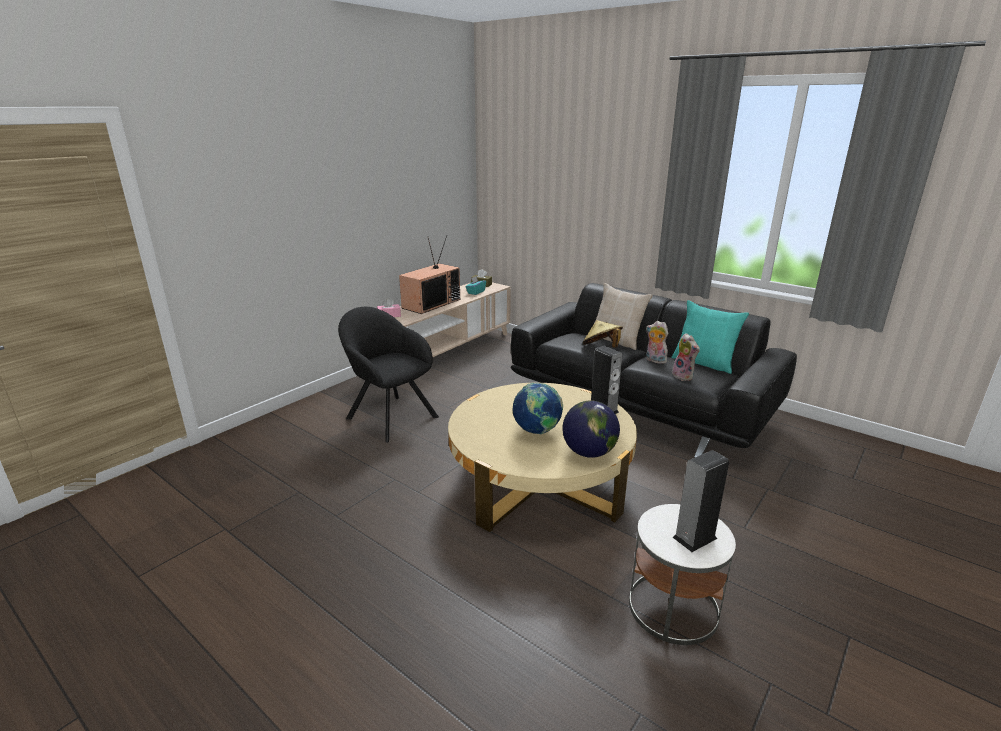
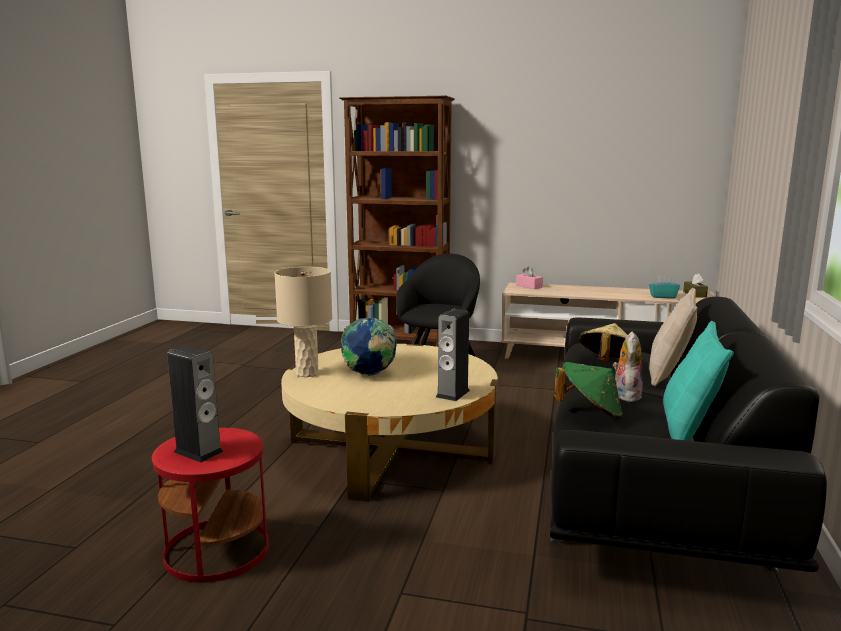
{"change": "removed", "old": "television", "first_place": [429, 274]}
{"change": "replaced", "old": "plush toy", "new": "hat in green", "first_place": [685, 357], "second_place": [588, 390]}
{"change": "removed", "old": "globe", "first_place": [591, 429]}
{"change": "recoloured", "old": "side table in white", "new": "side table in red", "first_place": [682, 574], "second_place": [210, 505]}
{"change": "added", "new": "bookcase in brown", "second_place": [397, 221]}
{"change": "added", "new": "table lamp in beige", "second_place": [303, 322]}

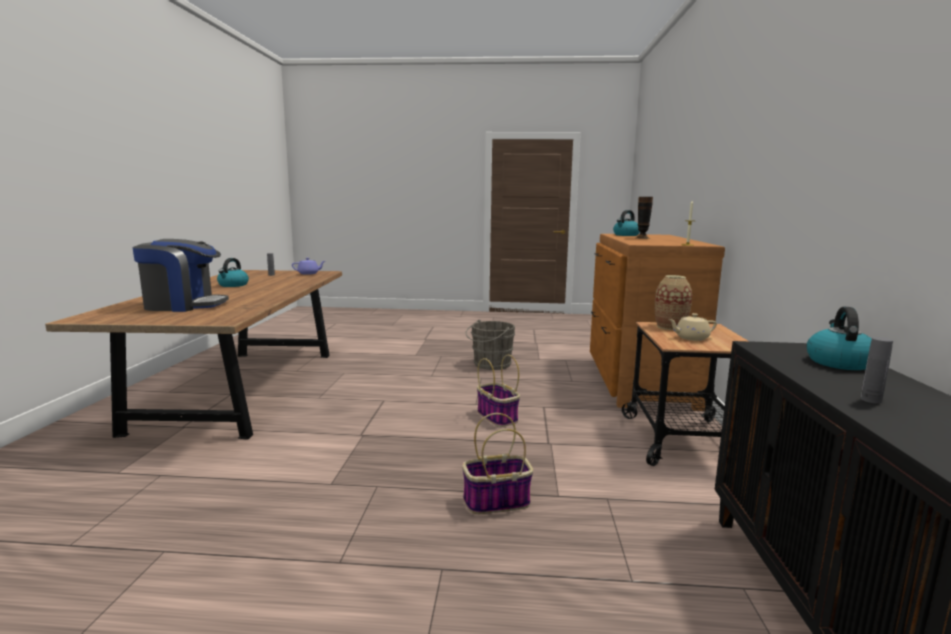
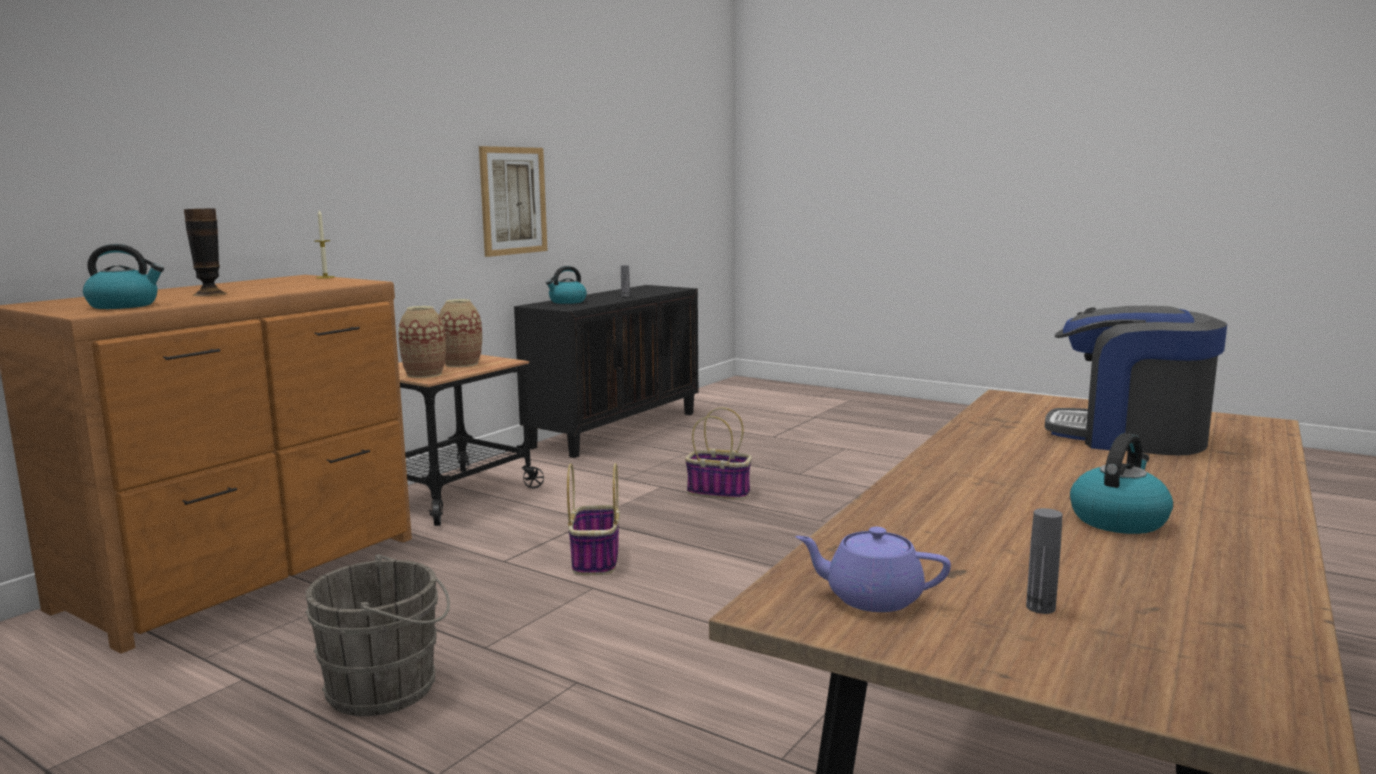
{"change": "replaced", "old": "teapot in beige", "new": "vase", "first_place": [692, 327], "second_place": [460, 333]}
{"change": "added", "new": "picture", "second_place": [513, 201]}

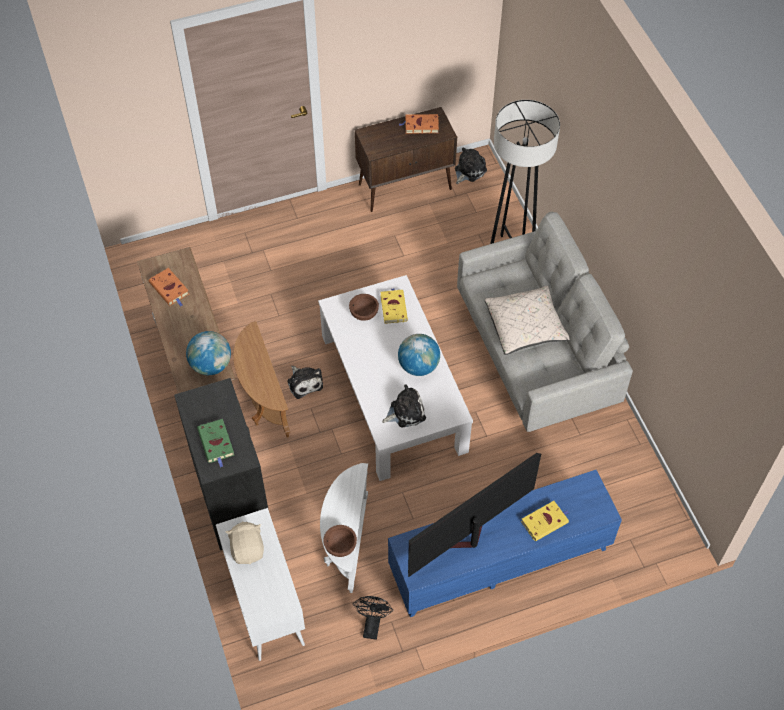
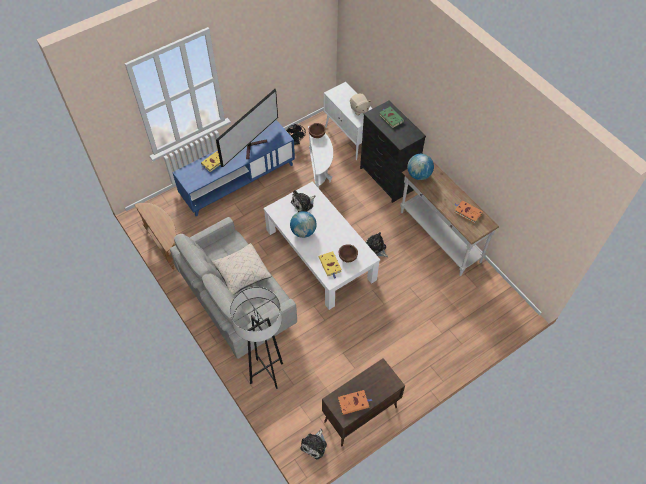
{"change": "moved", "old": "side table in brown", "first_place": [261, 379], "second_place": [155, 236]}

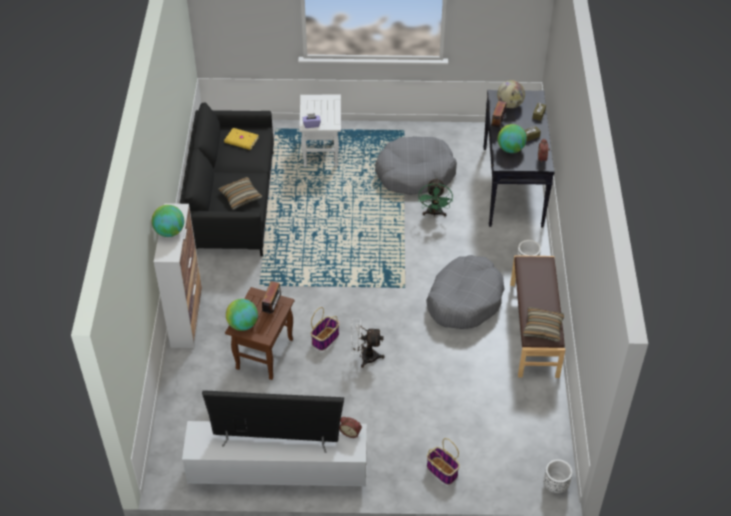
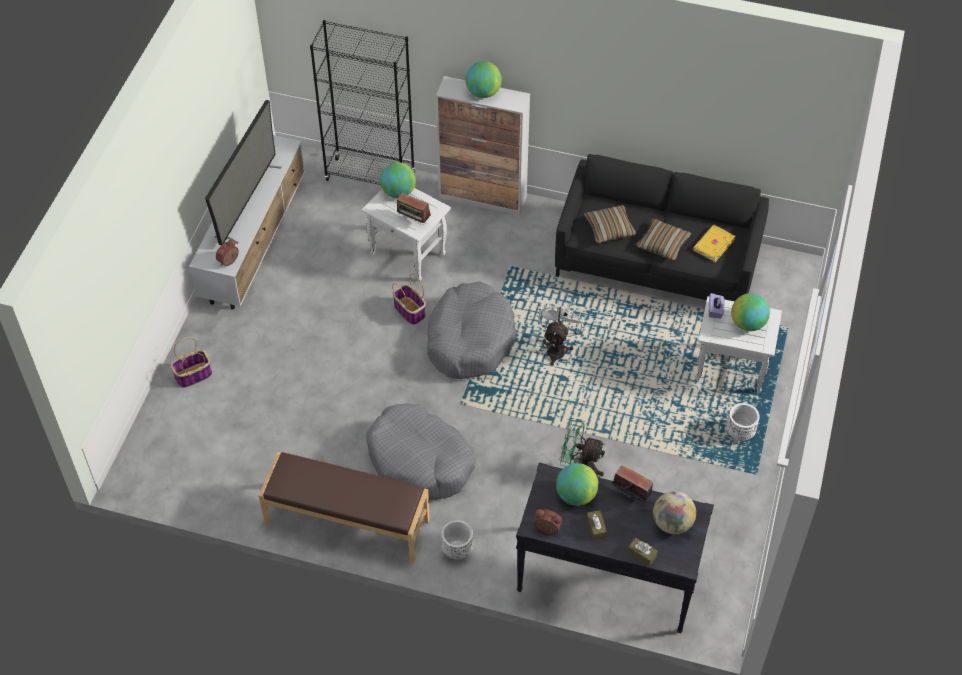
{"change": "moved", "old": "dog bed in grey", "first_place": [416, 165], "second_place": [471, 330]}
{"change": "recoloured", "old": "side table in brown", "new": "side table in white", "first_place": [260, 333], "second_place": [406, 235]}
{"change": "moved", "old": "pillow", "first_place": [543, 324], "second_place": [664, 239]}
{"change": "moved", "old": "fan in white", "first_place": [368, 344], "second_place": [561, 333]}
{"change": "moved", "old": "planter in white", "first_place": [558, 476], "second_place": [743, 422]}
{"change": "added", "new": "bookcase in black", "second_place": [362, 102]}
{"change": "added", "new": "globe", "second_place": [750, 312]}

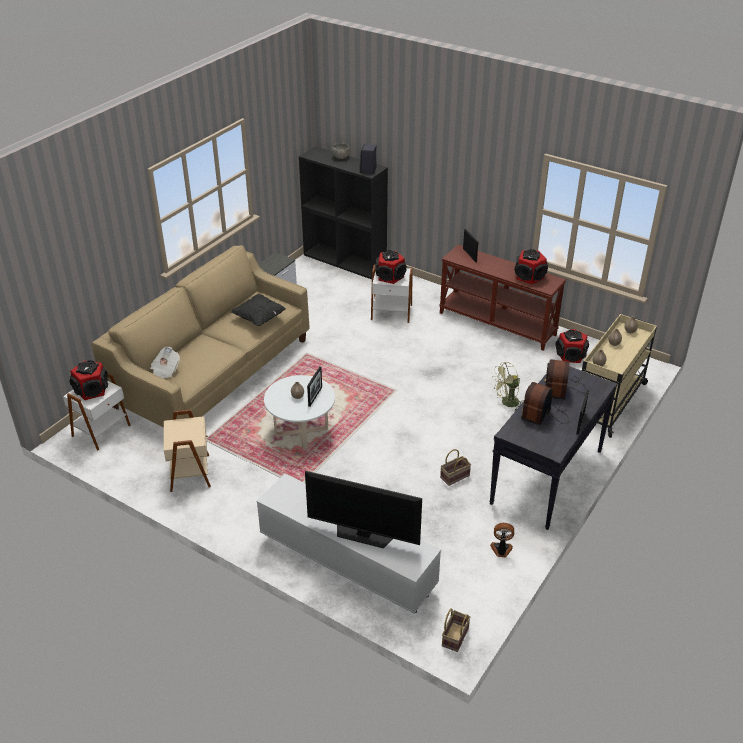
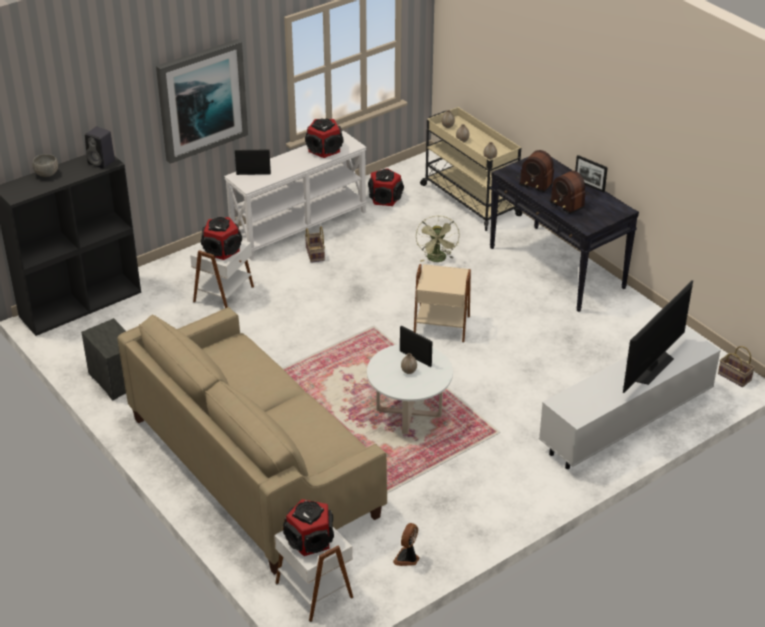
{"change": "recoloured", "old": "console table in brown", "new": "console table in white", "first_place": [502, 298], "second_place": [295, 195]}
{"change": "removed", "old": "pillow in black", "first_place": [258, 310]}
{"change": "removed", "old": "newspaper", "first_place": [165, 362]}
{"change": "moved", "old": "side table in beige", "first_place": [187, 451], "second_place": [442, 303]}
{"change": "moved", "old": "basket", "first_place": [455, 467], "second_place": [315, 244]}
{"change": "moved", "old": "fan", "first_place": [502, 540], "second_place": [406, 544]}
{"change": "added", "new": "picture", "second_place": [202, 101]}

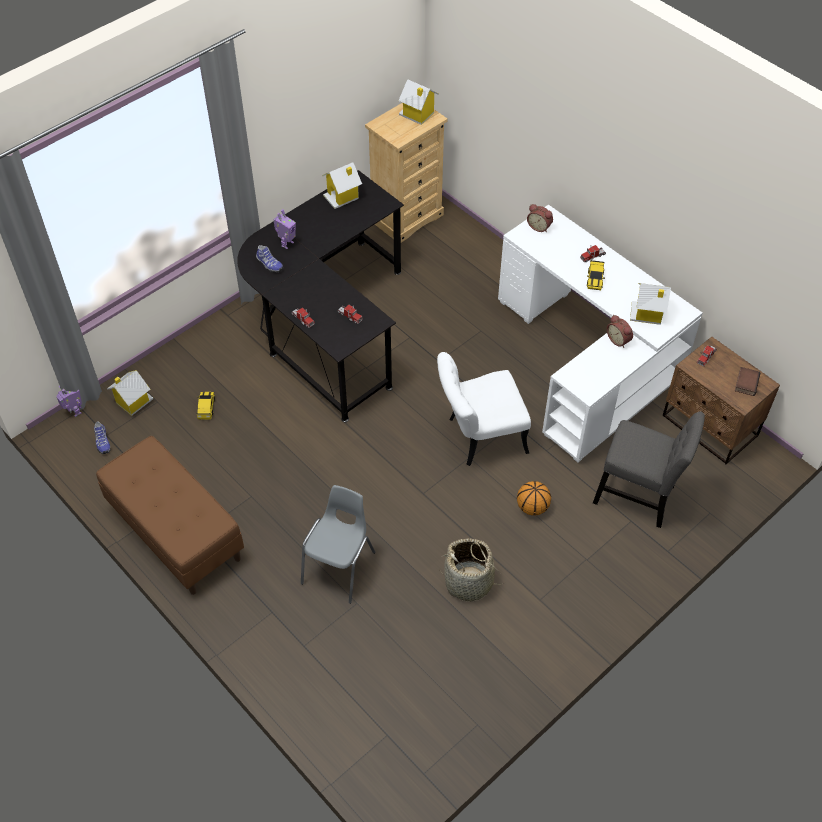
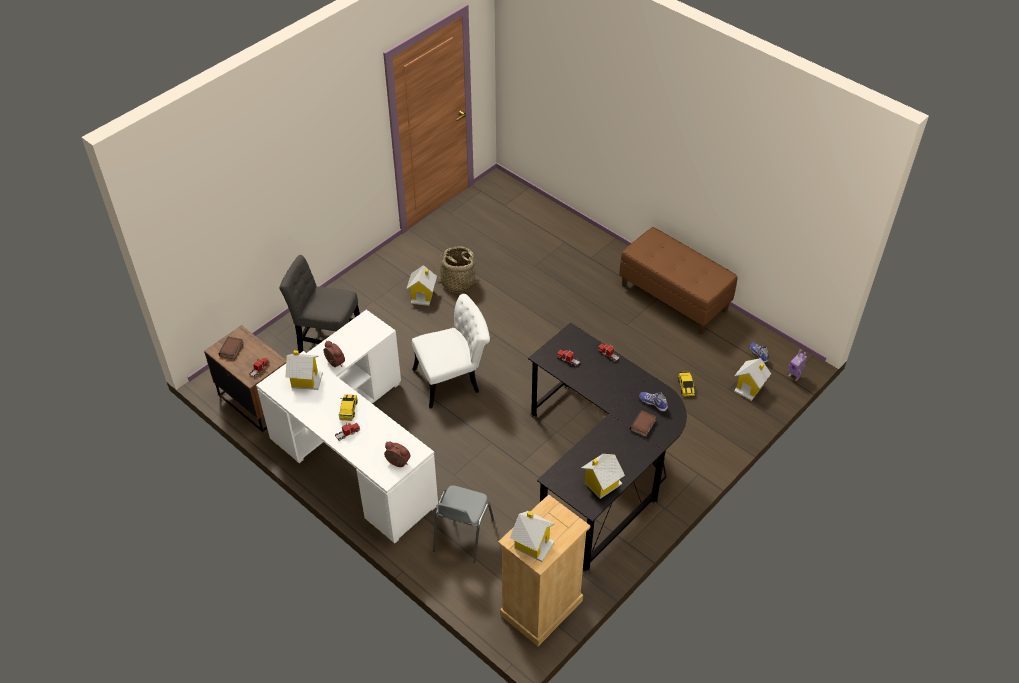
{"change": "replaced", "old": "toy robot", "new": "book", "first_place": [285, 229], "second_place": [643, 423]}
{"change": "removed", "old": "basketball", "first_place": [534, 498]}
{"change": "moved", "old": "chair in grey", "first_place": [338, 544], "second_place": [463, 524]}
{"change": "added", "new": "toy house", "second_place": [421, 285]}

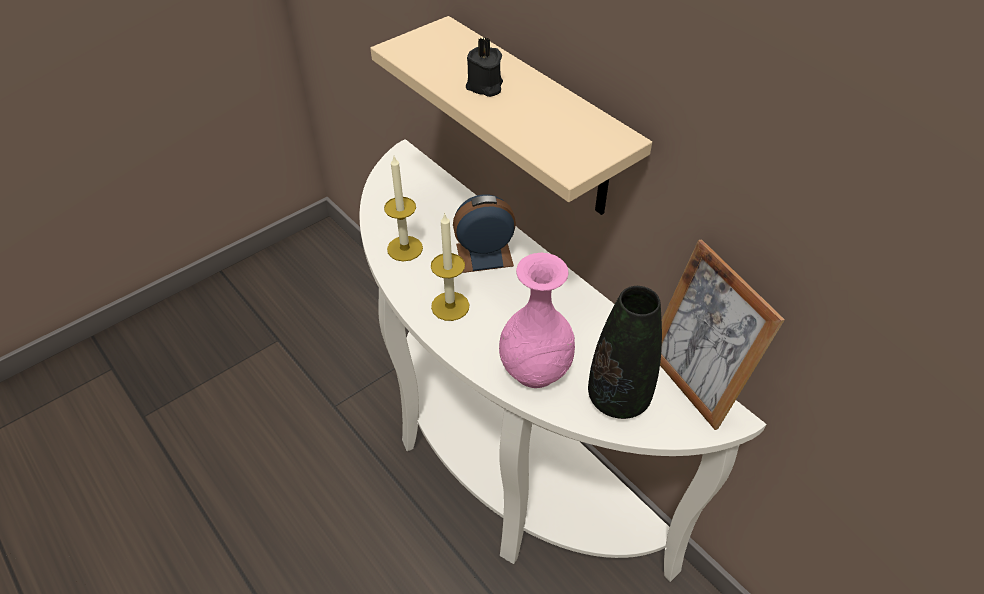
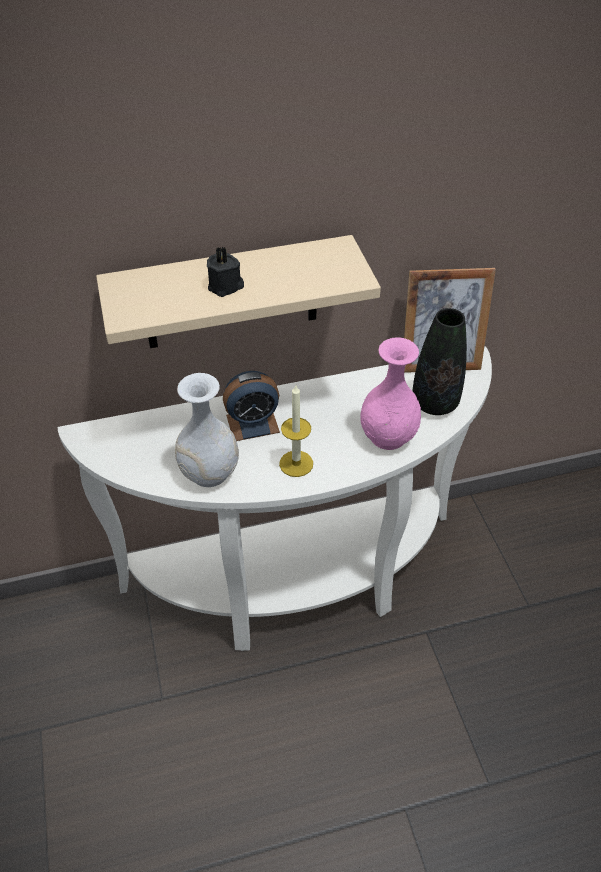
{"change": "replaced", "old": "candle", "new": "vase in white", "first_place": [403, 208], "second_place": [207, 430]}
{"change": "turned", "old": "alarm clock", "first_place": [484, 233], "second_place": [251, 406], "degrees": -120}

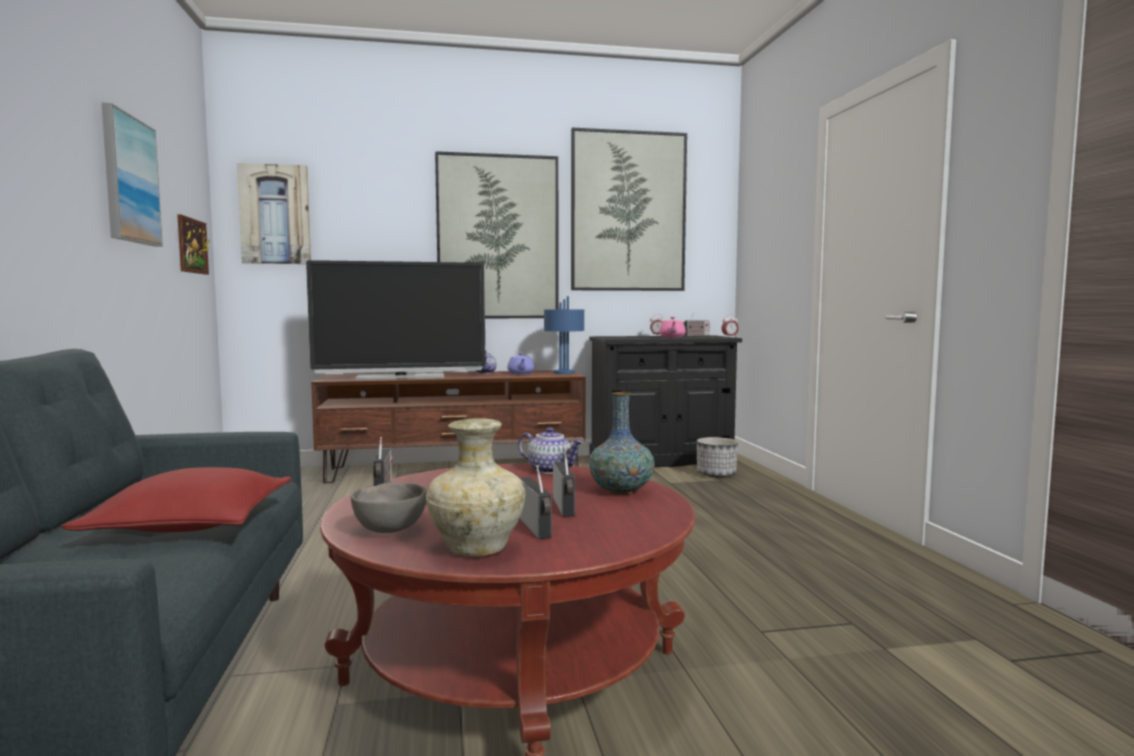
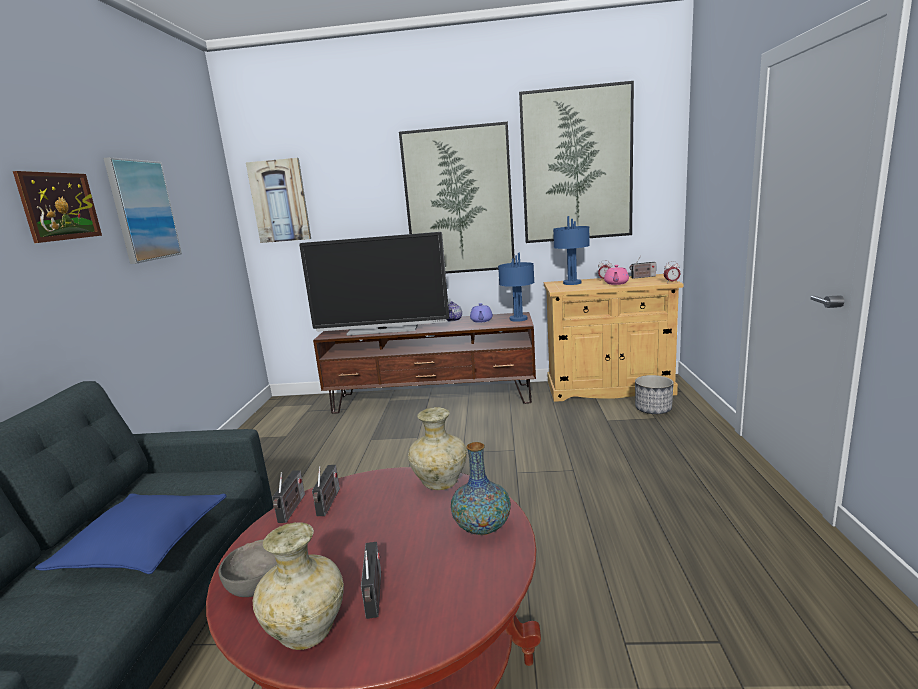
{"change": "moved", "old": "picture", "first_place": [193, 244], "second_place": [57, 207]}
{"change": "recoloured", "old": "cabinet in black", "new": "cabinet in beige", "first_place": [665, 401], "second_place": [613, 338]}
{"change": "replaced", "old": "teapot", "new": "vase in beige", "first_place": [550, 450], "second_place": [437, 448]}
{"change": "moved", "old": "radio", "first_place": [564, 483], "second_place": [326, 490]}
{"change": "recoloured", "old": "pillow in red", "new": "pillow in blue", "first_place": [177, 499], "second_place": [131, 533]}
{"change": "added", "new": "table lamp in blue", "second_place": [571, 250]}

